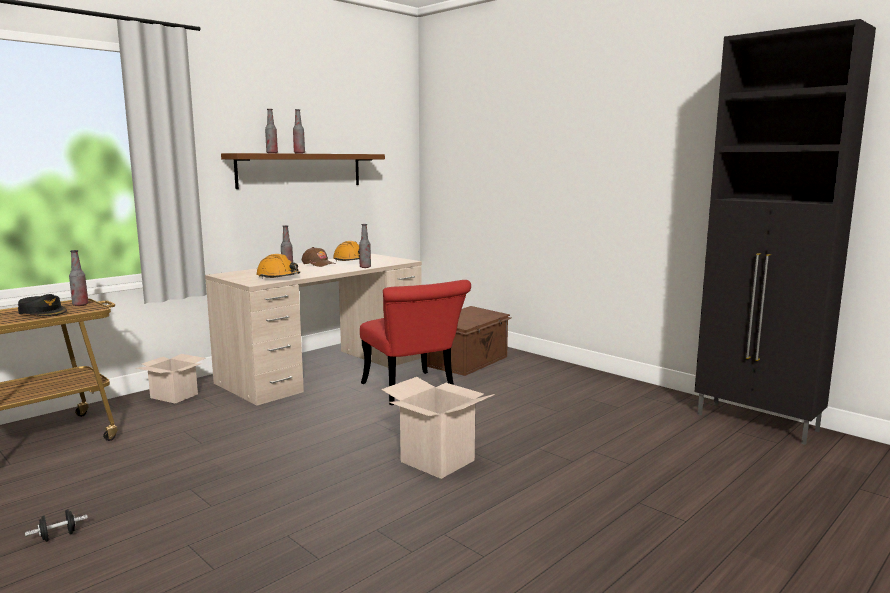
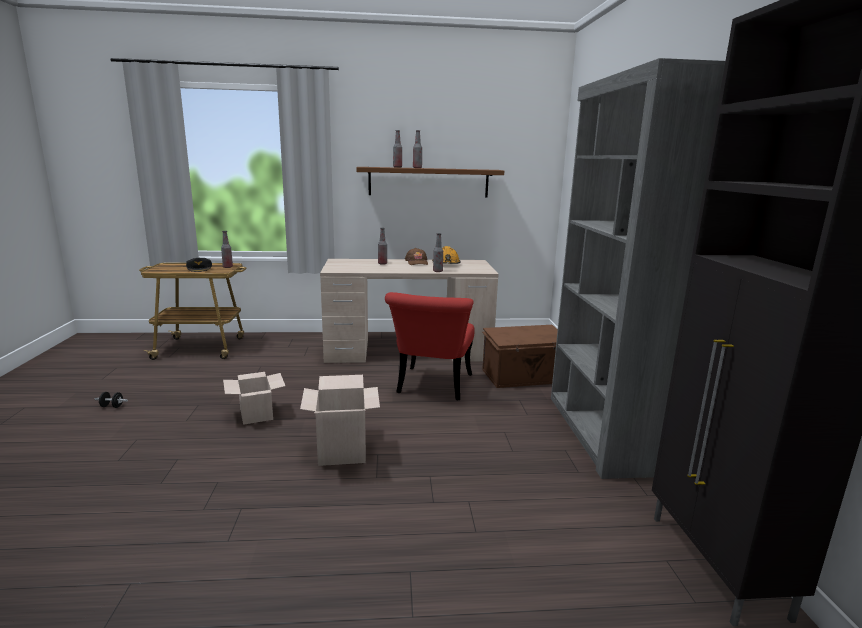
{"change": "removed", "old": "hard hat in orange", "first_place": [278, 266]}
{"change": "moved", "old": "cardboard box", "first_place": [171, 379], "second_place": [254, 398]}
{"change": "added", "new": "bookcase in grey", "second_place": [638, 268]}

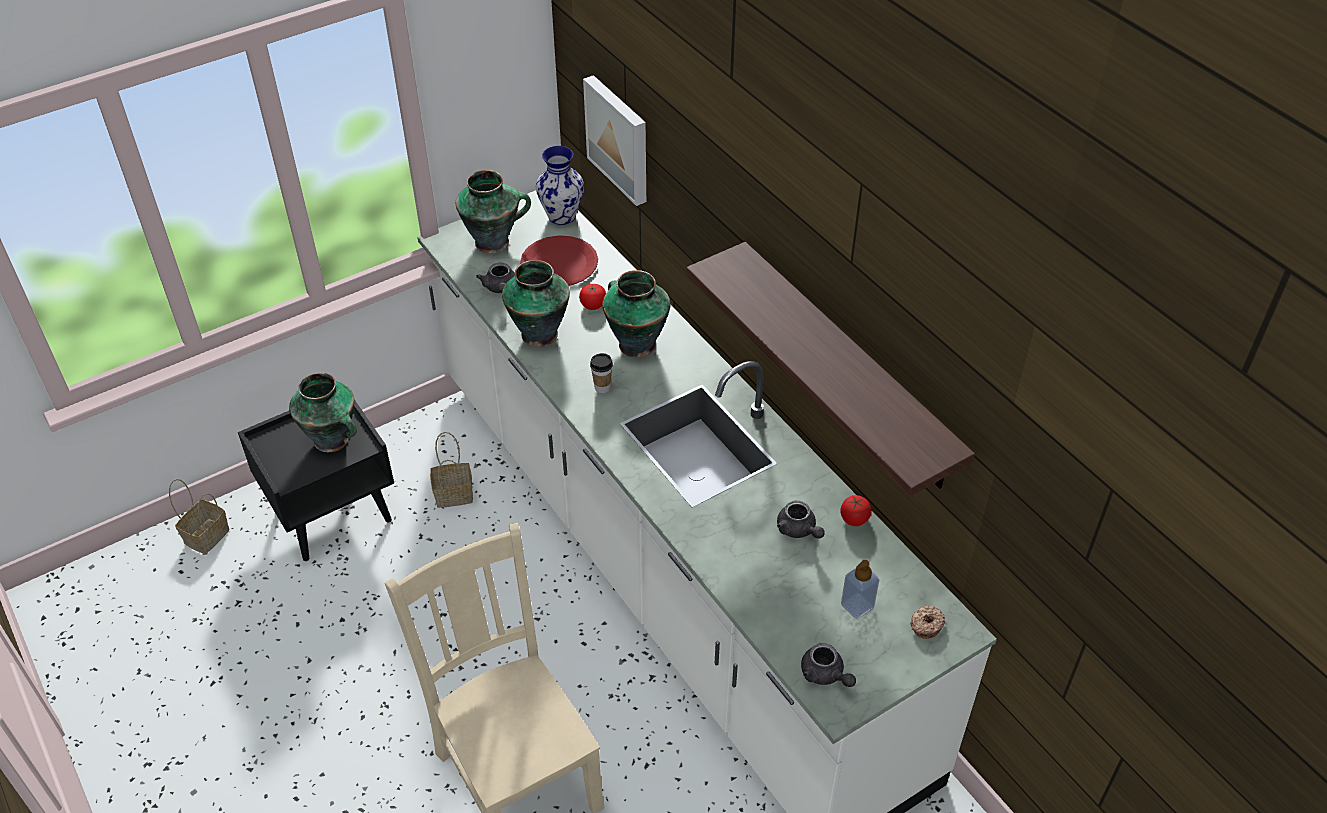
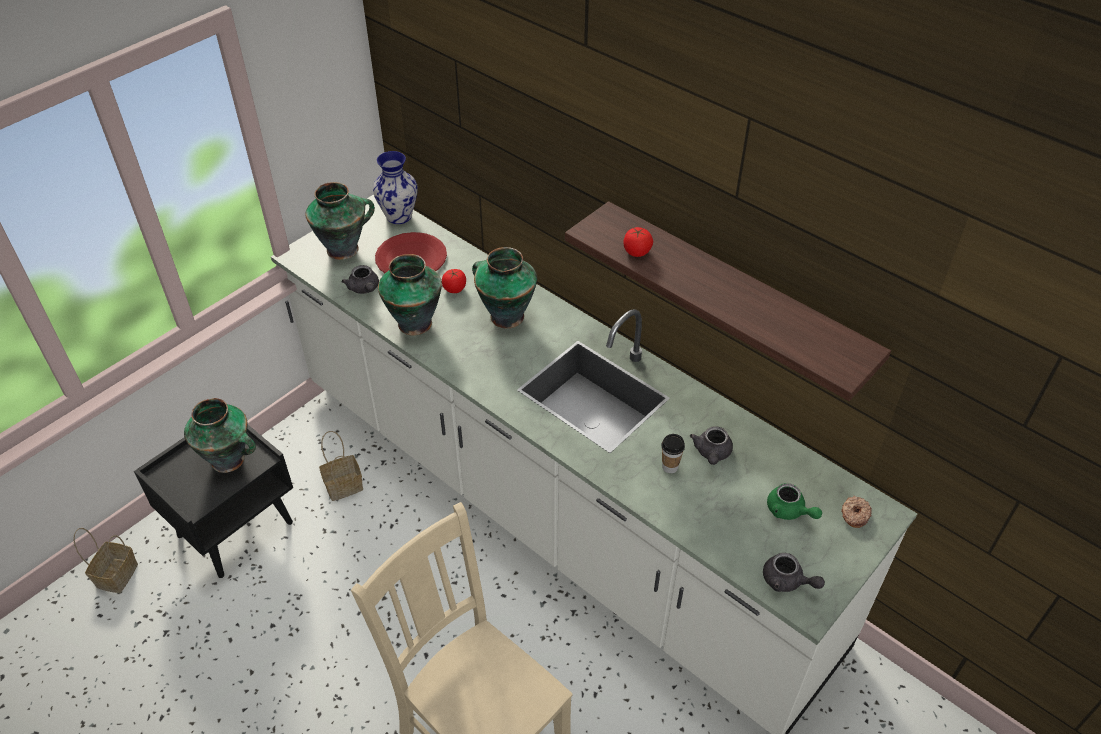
{"change": "removed", "old": "picture", "first_place": [614, 140]}
{"change": "moved", "old": "cup", "first_place": [601, 373], "second_place": [673, 453]}
{"change": "moved", "old": "tomato", "first_place": [856, 510], "second_place": [638, 242]}
{"change": "turned", "old": "teapot in grey", "first_place": [801, 519], "second_place": [711, 445], "degrees": 60}
{"change": "replaced", "old": "soap dispenser", "new": "teapot in green", "first_place": [860, 589], "second_place": [794, 501]}

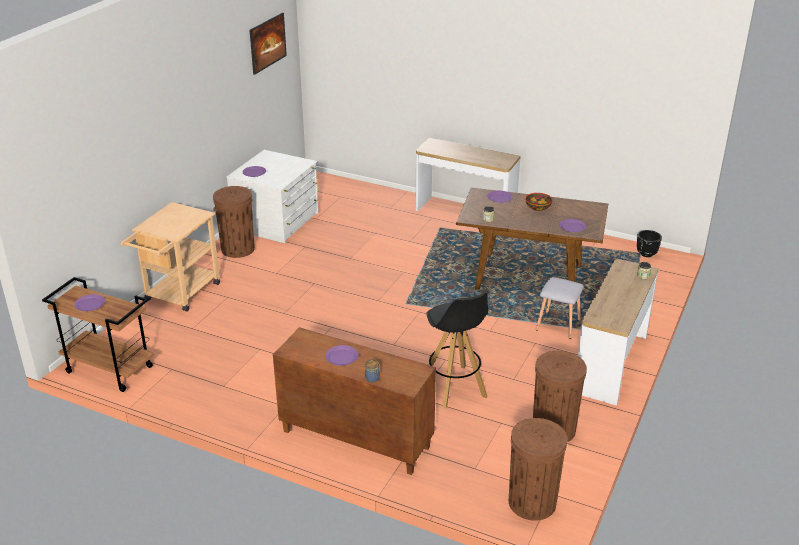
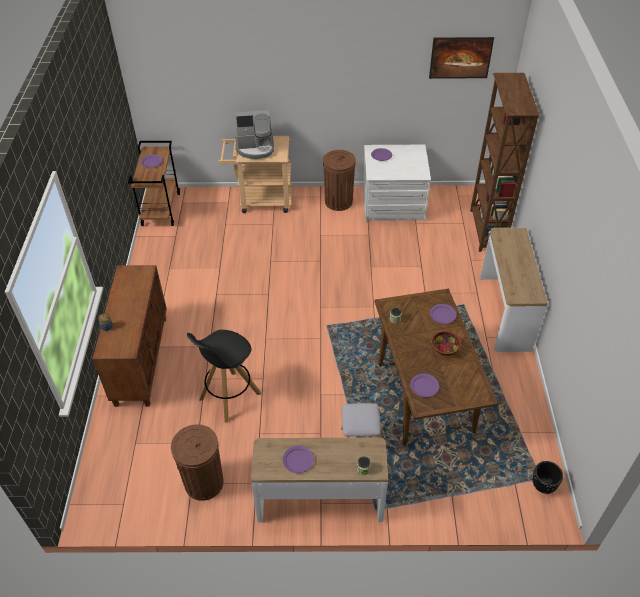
{"change": "moved", "old": "plate in purple", "first_place": [342, 355], "second_place": [298, 459]}
{"change": "removed", "old": "trash can in brown", "first_place": [538, 469]}
{"change": "added", "new": "bookcase in brown", "second_place": [505, 162]}
{"change": "added", "new": "coffee machine", "second_place": [254, 134]}

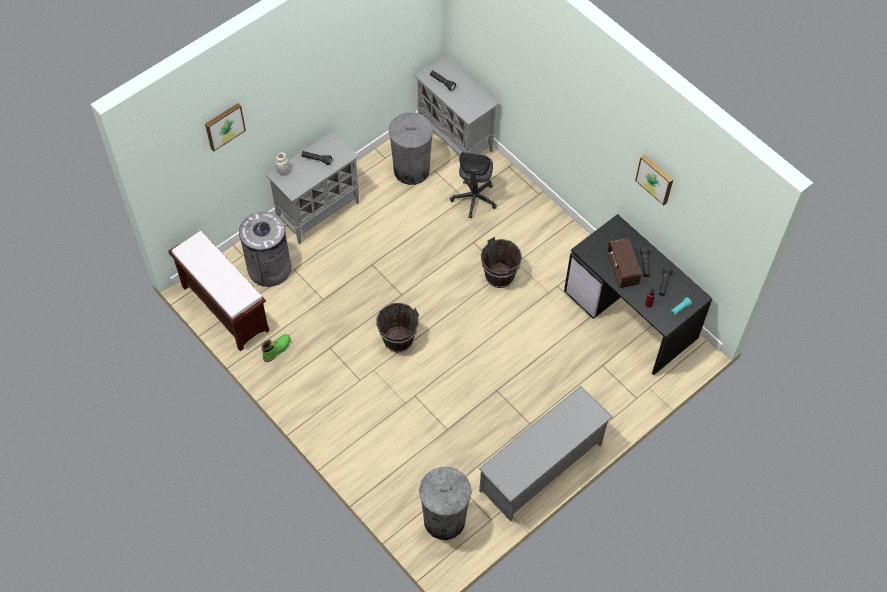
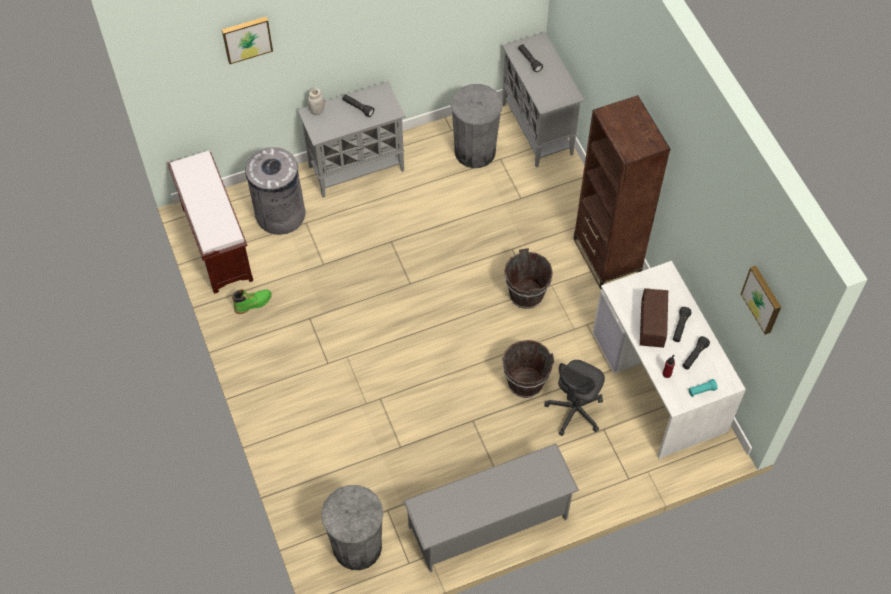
{"change": "moved", "old": "office chair in grey", "first_place": [473, 185], "second_place": [574, 398]}
{"change": "moved", "old": "picture", "first_place": [654, 180], "second_place": [761, 300]}
{"change": "recoloured", "old": "desk in black", "new": "desk in white", "first_place": [638, 294], "second_place": [669, 360]}
{"change": "moved", "old": "bucket in brown", "first_place": [397, 327], "second_place": [528, 369]}
{"change": "added", "new": "bookcase in brown", "second_place": [622, 192]}

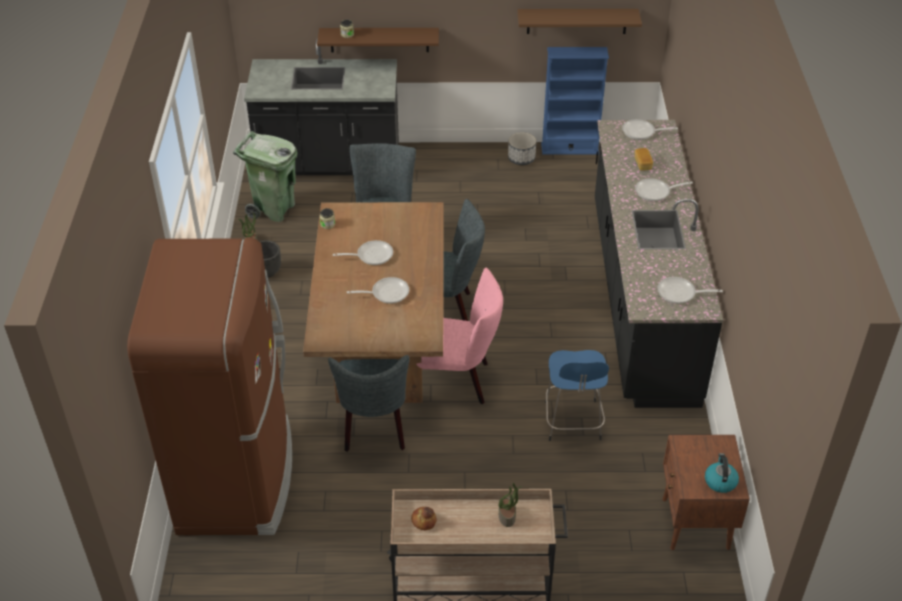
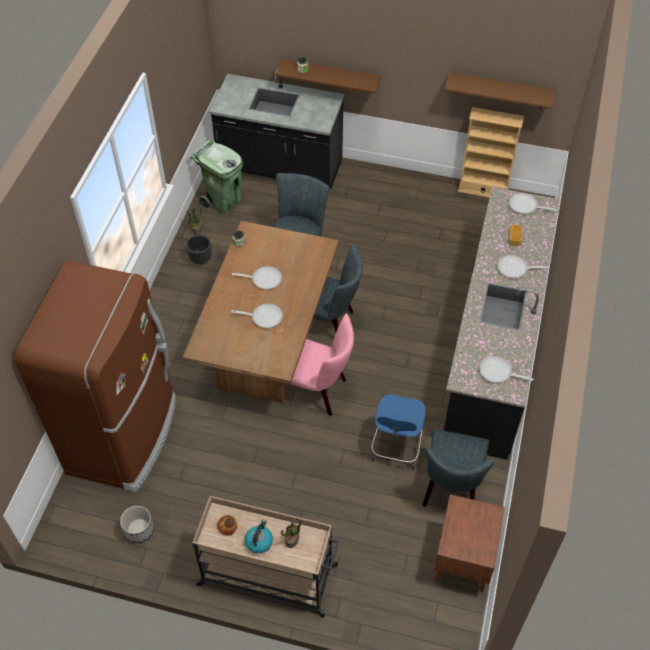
{"change": "recoloured", "old": "bookcase in blue", "new": "bookcase in beige", "first_place": [575, 101], "second_place": [491, 152]}
{"change": "moved", "old": "planter", "first_place": [522, 148], "second_place": [137, 524]}
{"change": "moved", "old": "chair in grey", "first_place": [369, 403], "second_place": [458, 468]}
{"change": "moved", "old": "kettle", "first_place": [722, 473], "second_place": [259, 536]}

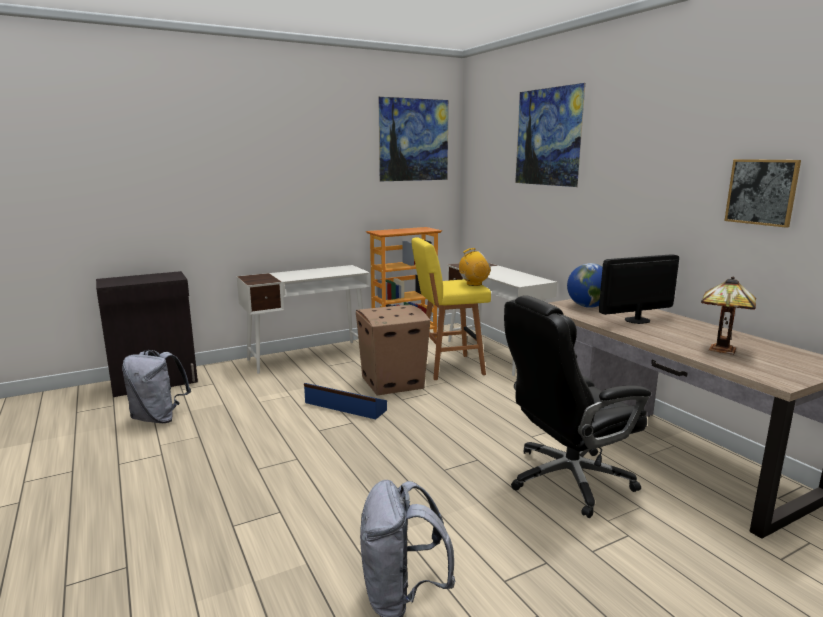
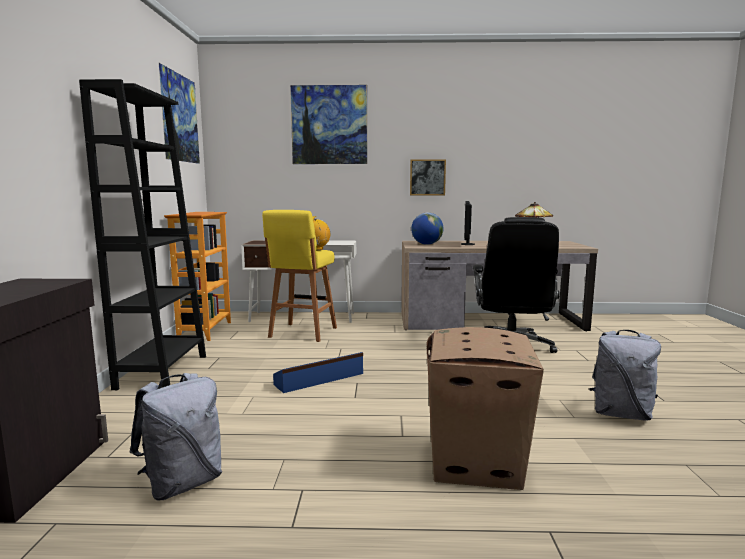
{"change": "moved", "old": "picture", "first_place": [762, 193], "second_place": [428, 177]}
{"change": "replaced", "old": "desk in white", "new": "bookcase in black", "first_place": [303, 319], "second_place": [142, 234]}
{"change": "moved", "old": "cardboard box", "first_place": [393, 350], "second_place": [485, 408]}

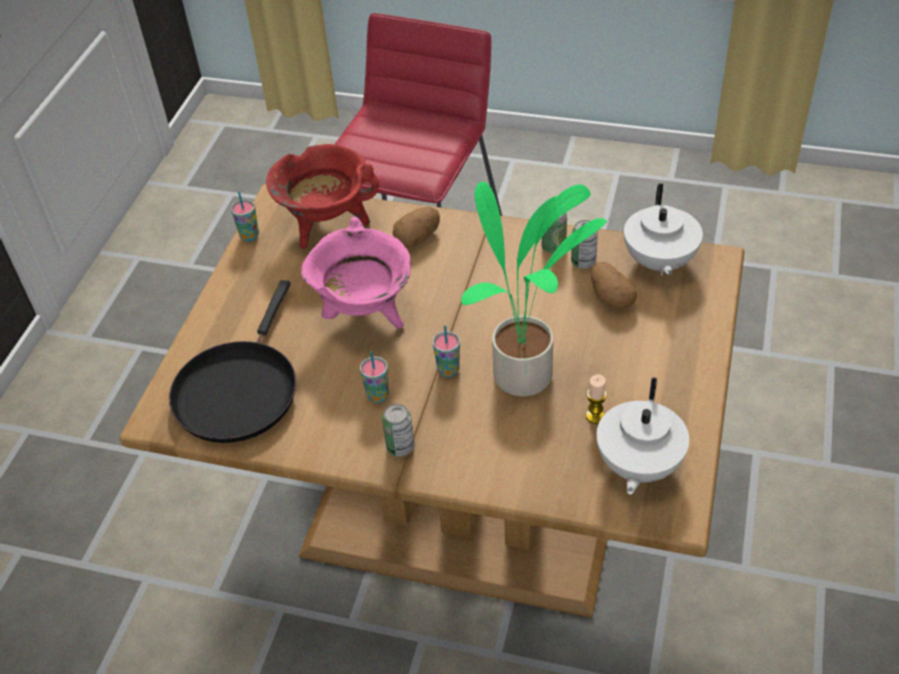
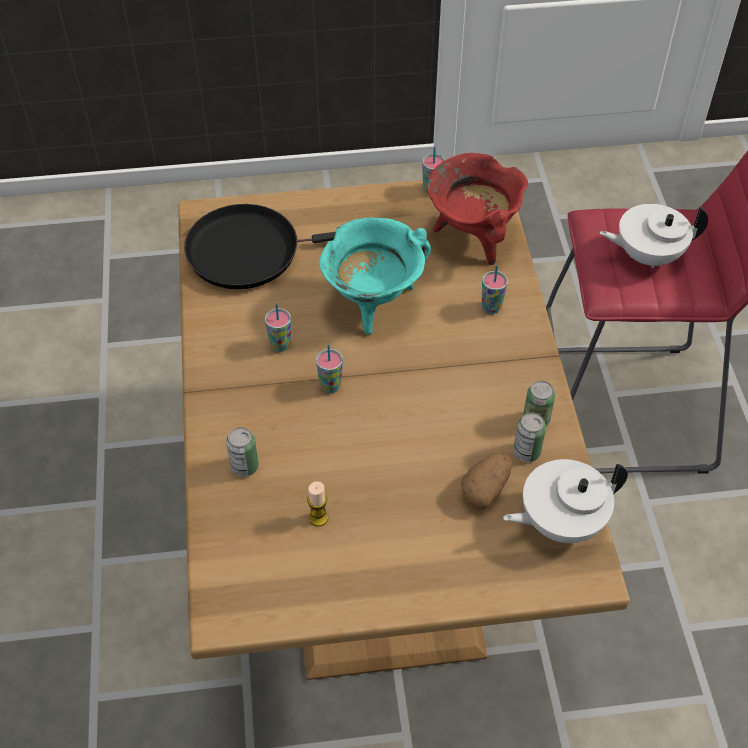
{"change": "removed", "old": "potted plant", "first_place": [534, 289]}
{"change": "replaced", "old": "potato", "new": "cup", "first_place": [416, 227], "second_place": [495, 289]}
{"change": "recoloured", "old": "cooking pot in pink", "new": "cooking pot in turquoise", "first_place": [356, 273], "second_place": [375, 276]}
{"change": "moved", "old": "teapot in white", "first_place": [642, 435], "second_place": [654, 236]}
{"change": "moved", "old": "can", "first_place": [398, 430], "second_place": [242, 452]}

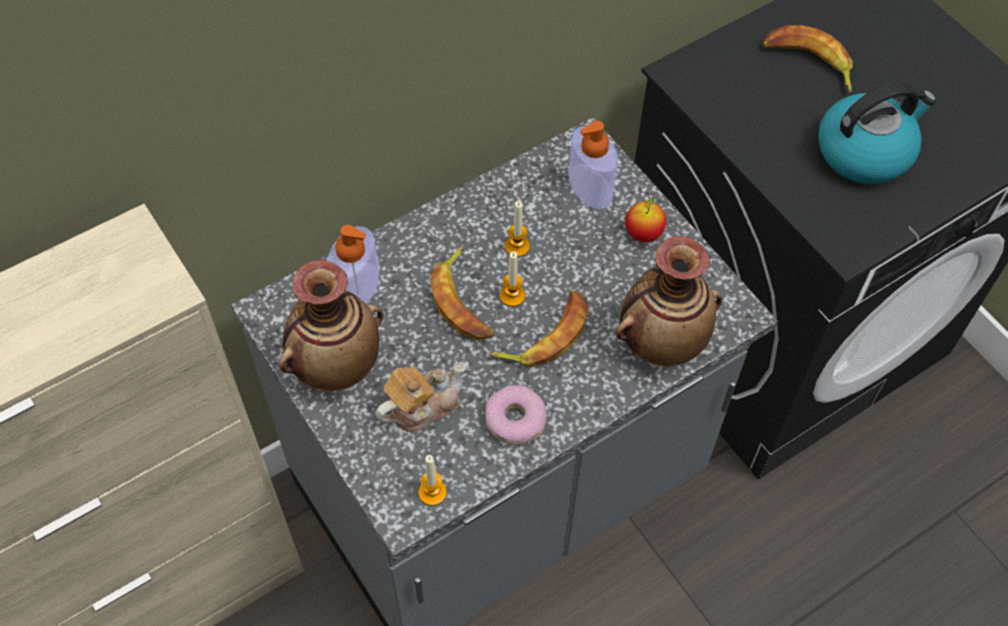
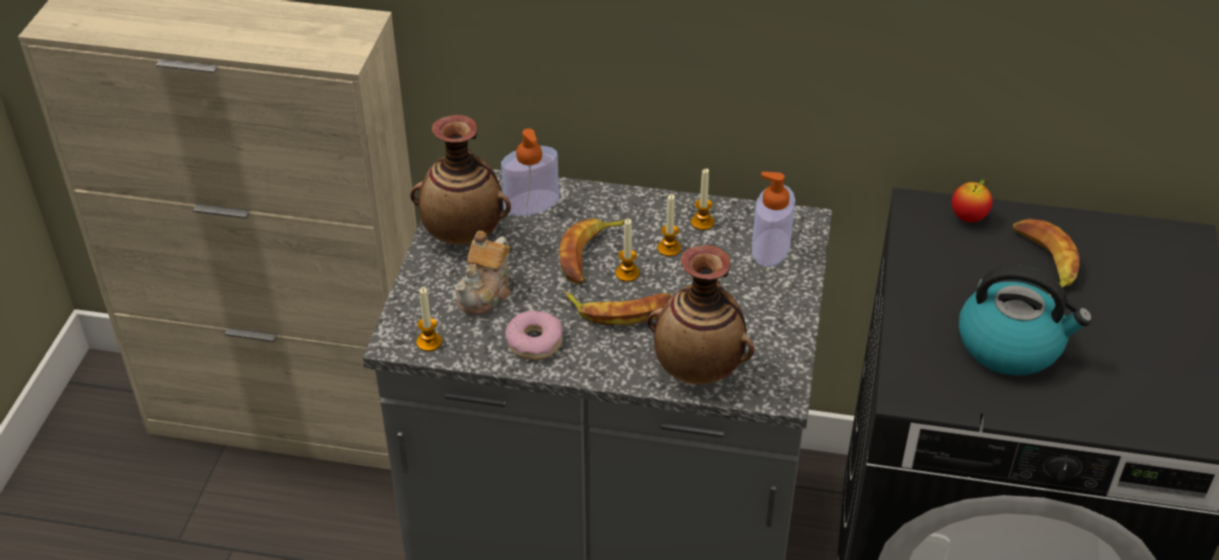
{"change": "moved", "old": "apple", "first_place": [645, 219], "second_place": [972, 201]}
{"change": "turned", "old": "teapot", "first_place": [420, 397], "second_place": [483, 273], "degrees": 105}
{"change": "added", "new": "candle", "second_place": [702, 199]}

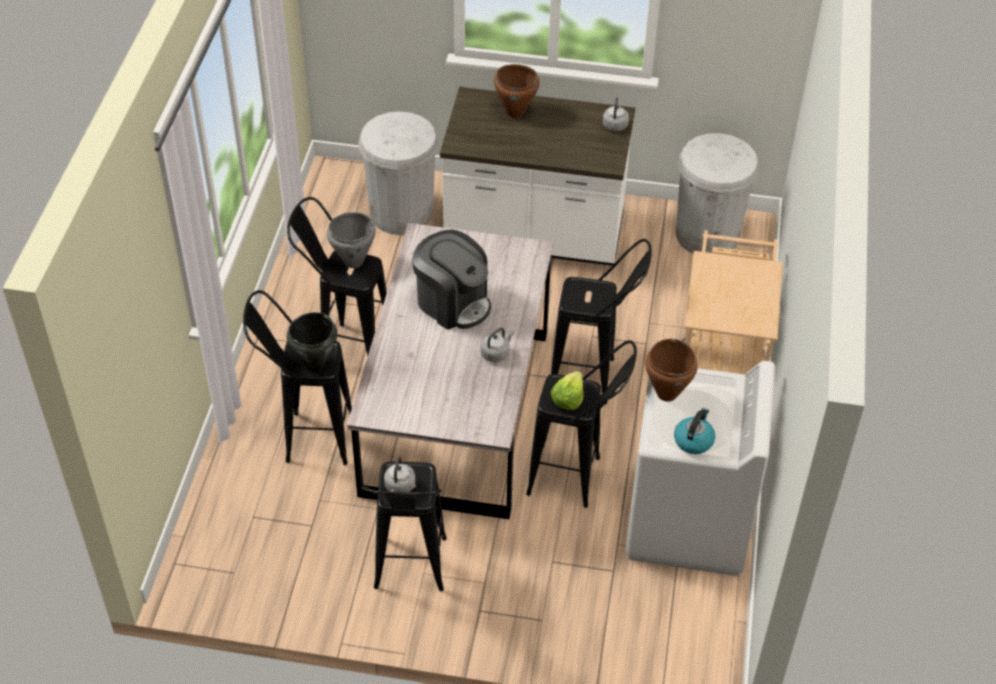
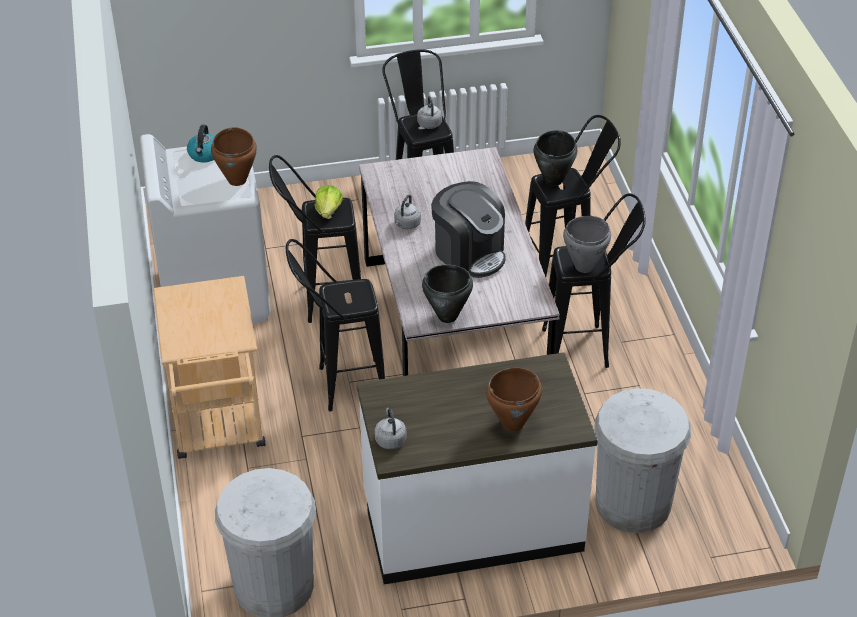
{"change": "turned", "old": "coffee machine", "first_place": [451, 280], "second_place": [468, 229], "degrees": -150}
{"change": "added", "new": "cooking pot in black", "second_place": [447, 294]}

